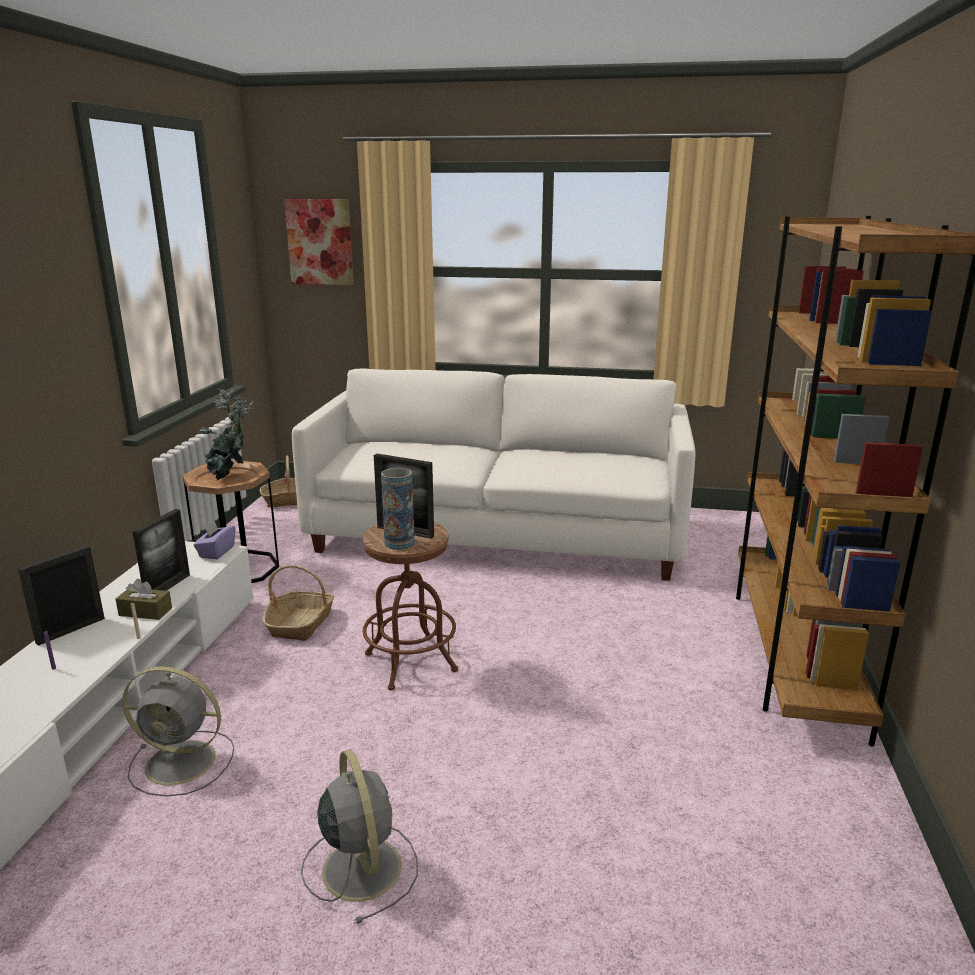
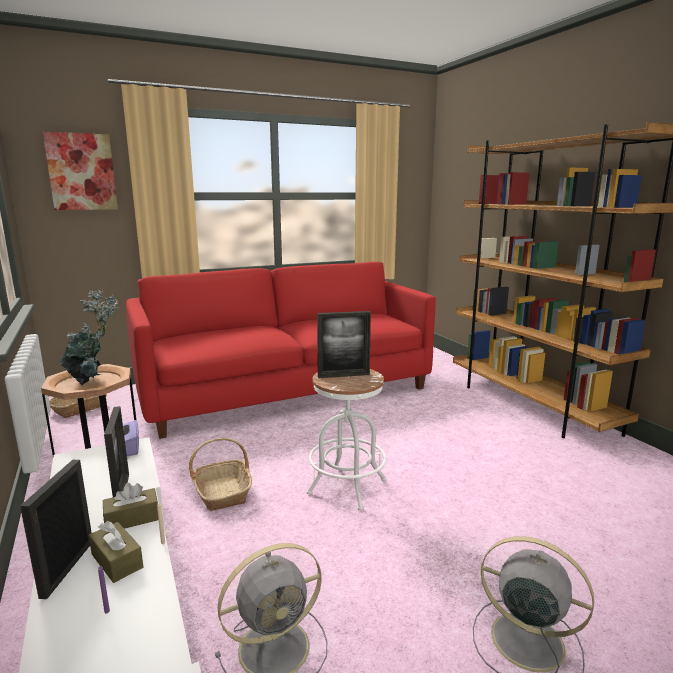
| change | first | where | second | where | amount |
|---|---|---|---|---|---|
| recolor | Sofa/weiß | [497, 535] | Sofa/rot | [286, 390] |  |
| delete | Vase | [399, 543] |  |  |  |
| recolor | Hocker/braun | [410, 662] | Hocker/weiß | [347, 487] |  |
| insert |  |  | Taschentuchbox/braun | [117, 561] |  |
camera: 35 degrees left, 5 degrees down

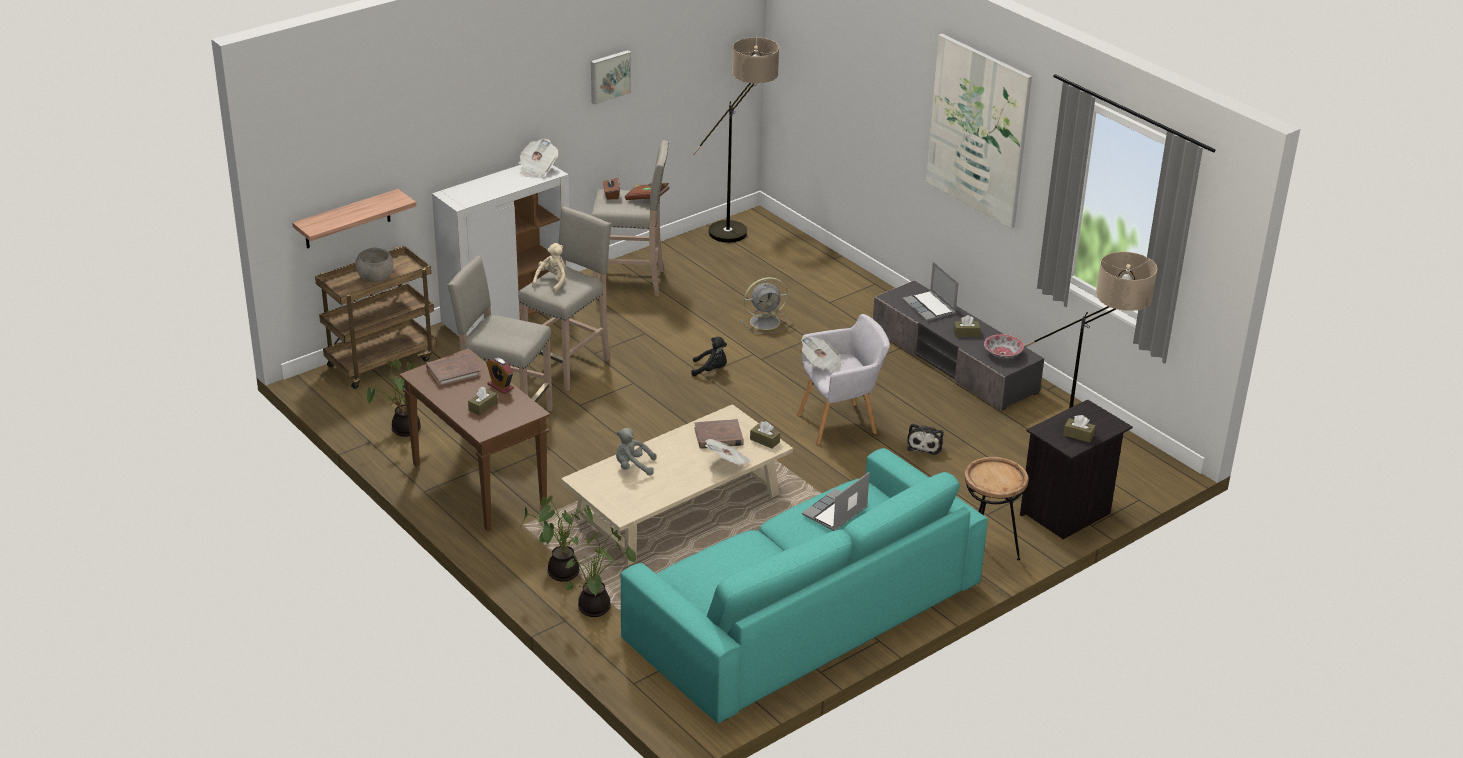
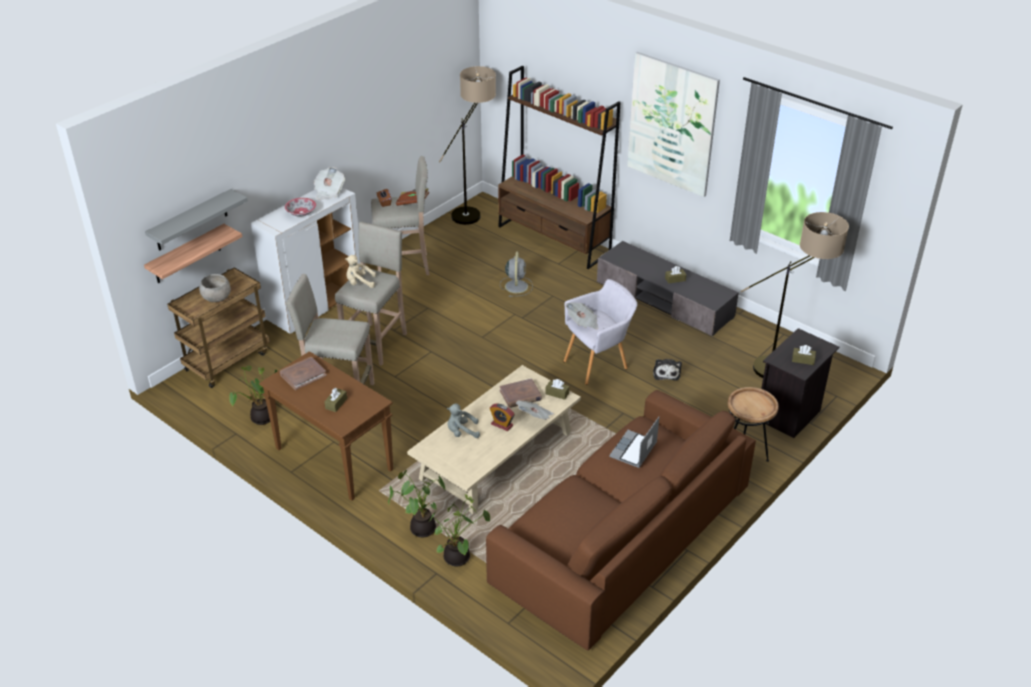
| change | first | where | second | where | amount |
|---|---|---|---|---|---|
| delete | Bild | [609, 76] |  |  |  |
| rotate | Plüschtier/beige | [552, 282] |  | [359, 283] | 105 degrees counterclockwise |
| delete | Laptop | [930, 307] |  |  |  |
| rotate | Ventilator/grau | [766, 322] |  | [516, 286] | 60 degrees counterclockwise |
| move | Schüssel | [1002, 353] |  | [301, 212] |  |
| delete | Plüschtier/schwarz | [711, 370] |  |  |  |
| move | Wecker | [500, 386] |  | [502, 424] |  |
| recolor | Sofa/türkis | [802, 612] | Sofa/braun | [621, 534] |  |
| insert |  |  | Bücherregal/braun | [554, 240] |  |
| insert |  |  | Wandregal/grau | [191, 221] |  |
camera: 10 degrees left, 5 degrees up

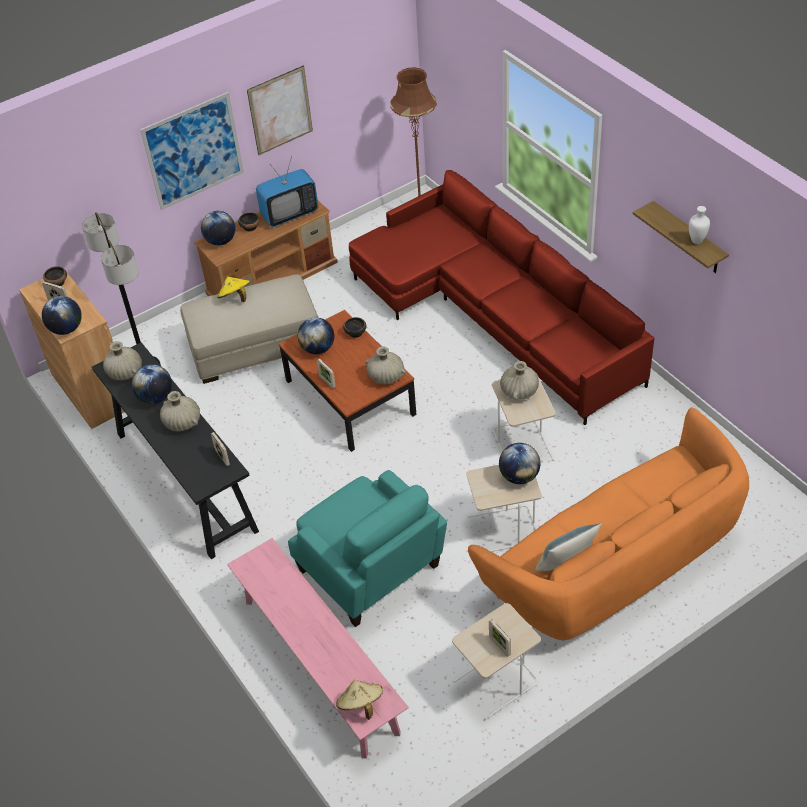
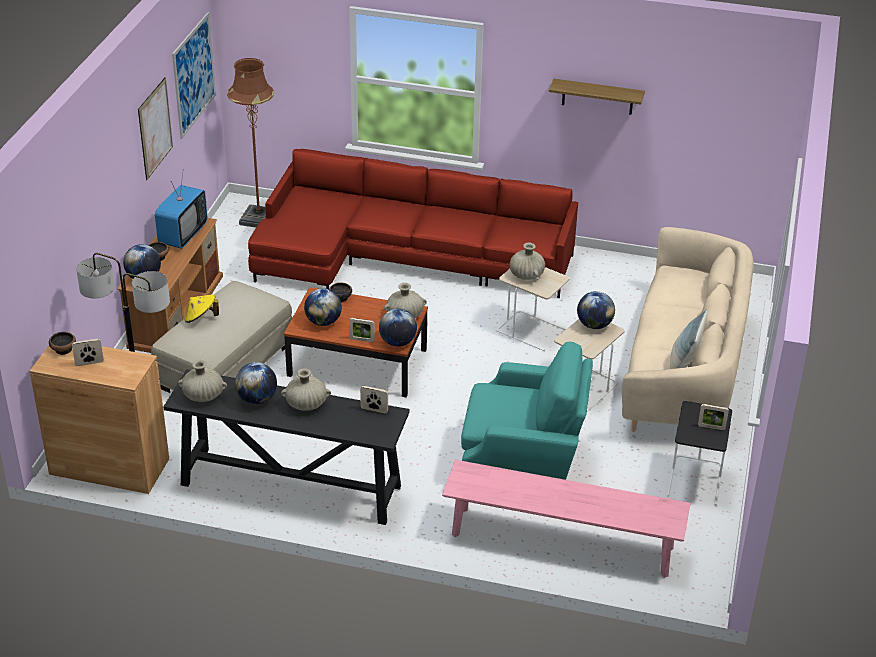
| change | first | where | second | where | amount |
|---|---|---|---|---|---|
| move | Bild | [193, 151] |  | [194, 75] |  |
| delete | Vase/weiß | [696, 241] |  |  |  |
| move | Globus | [66, 329] |  | [398, 342] |  |
| recolor | Sofa/orange | [615, 563] | Sofa/beige | [683, 370] |  |
| recolor | Beistelltisch/beige | [496, 683] | Beistelltisch/schwarz | [695, 481] |  |
| delete | Hut/beige | [360, 705] |  |  |  |
camera: 45 degrees left, 10 degrees down

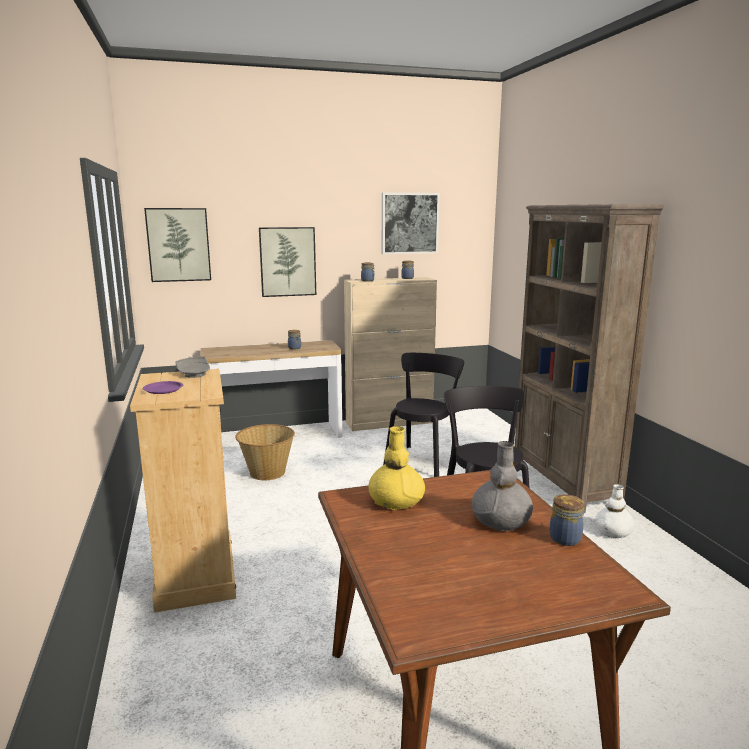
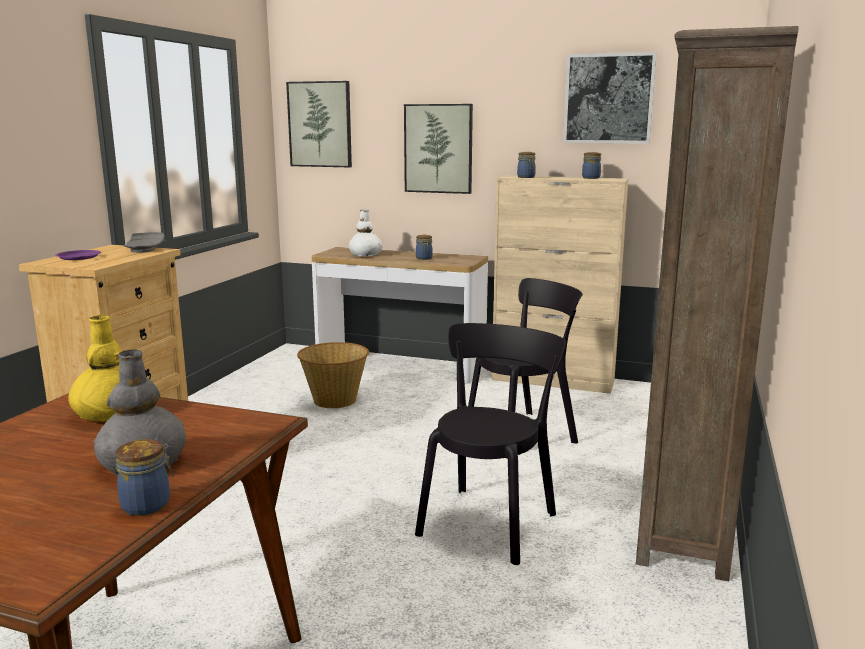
| change | first | where | second | where | amount |
|---|---|---|---|---|---|
| move | Vase/weiß | [613, 532] |  | [365, 255] |  |
camera: 35 degrees right, 0 degrees up

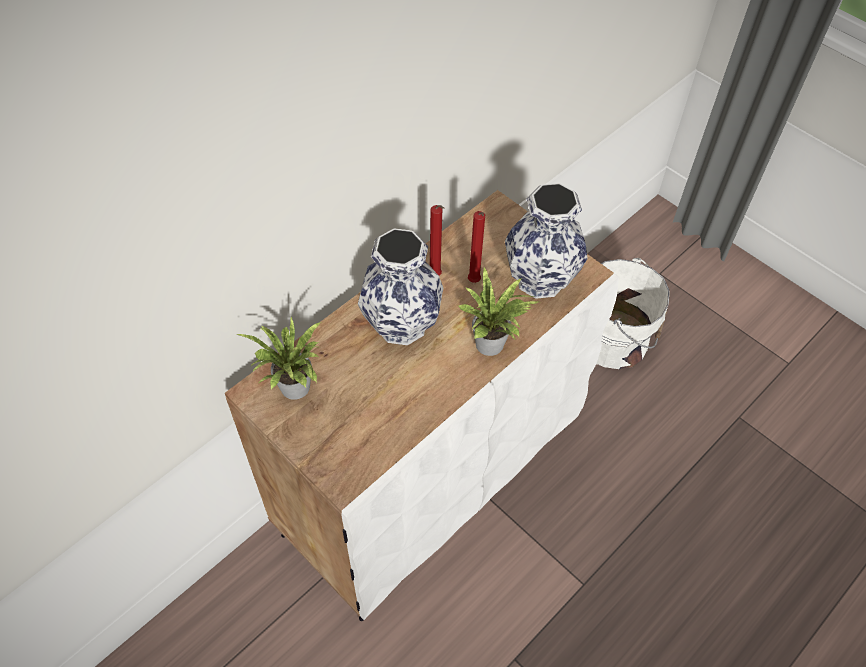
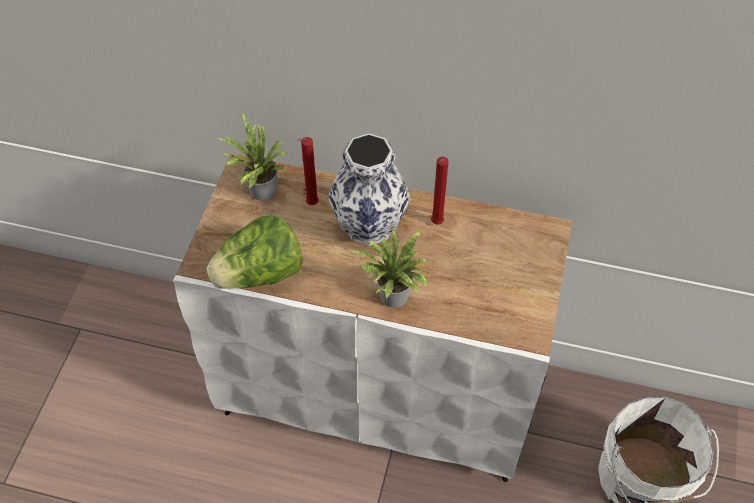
| change | first | where | second | where | amount |
|---|---|---|---|---|---|
| delete | Vase | [540, 280] |  |  |  |
| move | Kerze/rot | [474, 282] |  | [310, 204] |  |
| insert |  |  | Salatkopf | [260, 274] |  |
camera: 60 degrees right, 0 degrees up

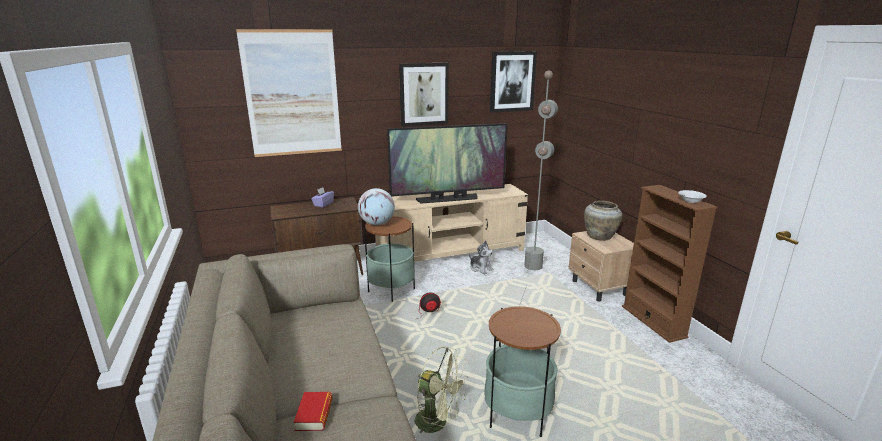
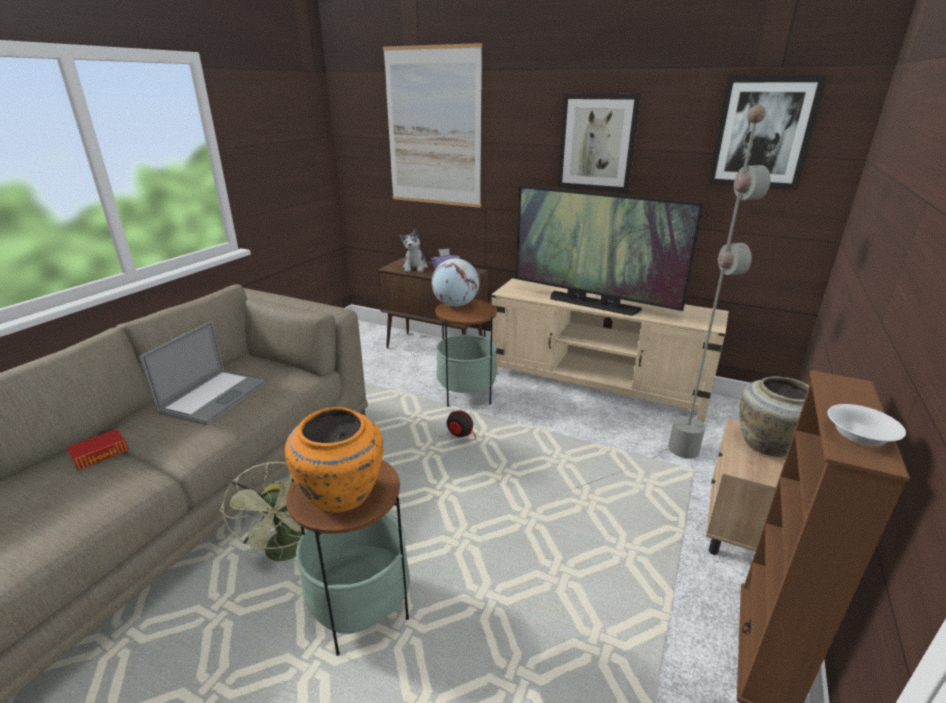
| change | first | where | second | where | amount |
|---|---|---|---|---|---|
| move | Plüschtier | [480, 268] |  | [415, 267] |  |
| insert |  |  | Laptop | [215, 397] |  |
| insert |  |  | Vase/orange | [341, 496] |  |
camera: 45 degrees right, 5 degrees up

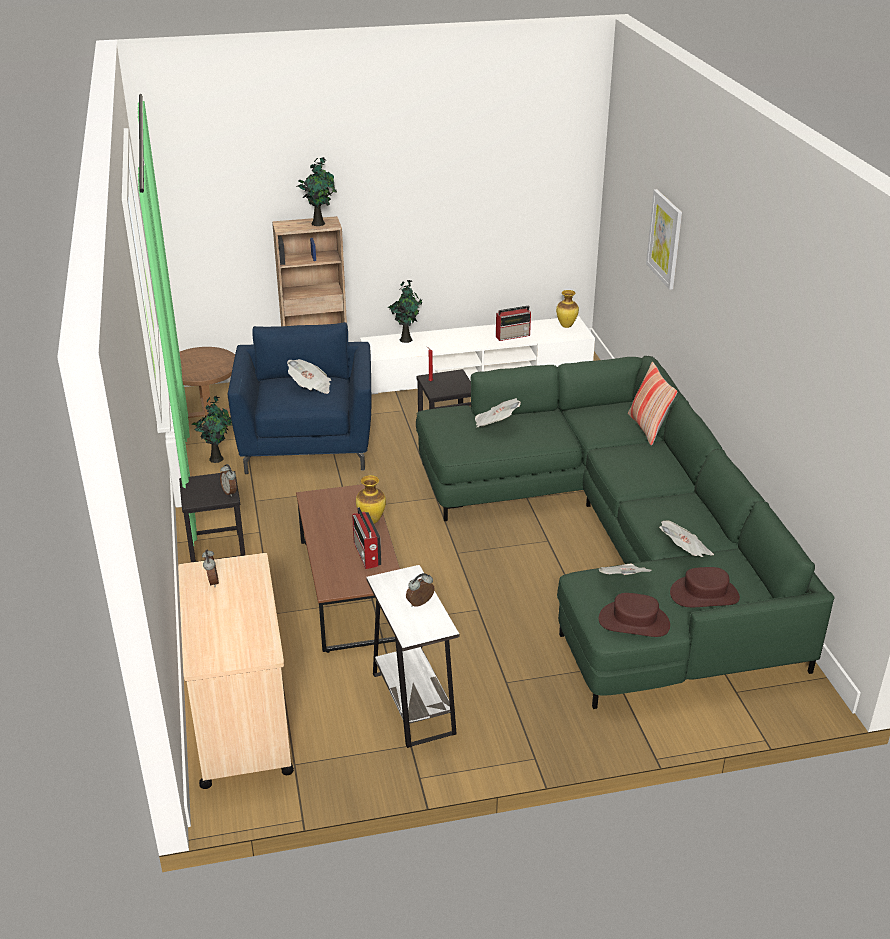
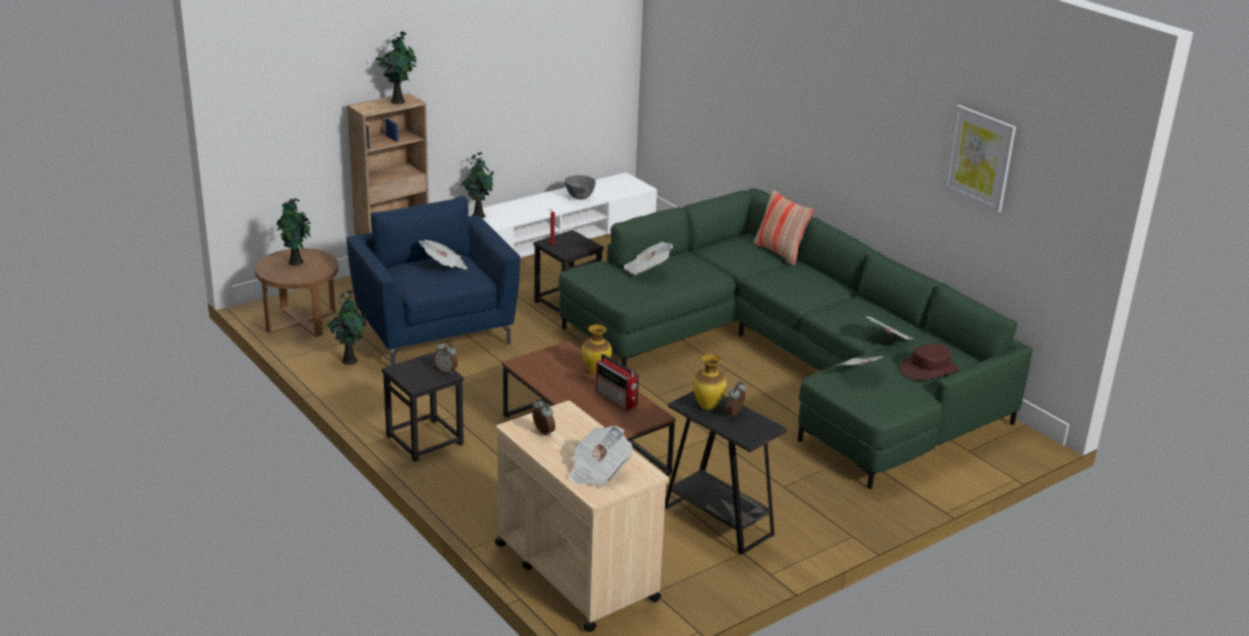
| change | first | where | second | where | amount |
|---|---|---|---|---|---|
| move | Bild | [665, 239] |  | [980, 158] |  |
| move | Vase | [566, 326] |  | [708, 407] |  |
| replace | Radio | [513, 336] | Schüssel/grau | [580, 197] |  |
| recolor | Beistelltisch/weiß | [413, 703] | Beistelltisch/schwarz | [718, 521] |  |
| delete | Hut/braun | [634, 622] |  |  |  |
| insert |  |  | Topfpflanze | [296, 262] |  |
| insert |  |  | Zeitung | [597, 471] |  |
camera: 25 degrees left, 5 degrees down

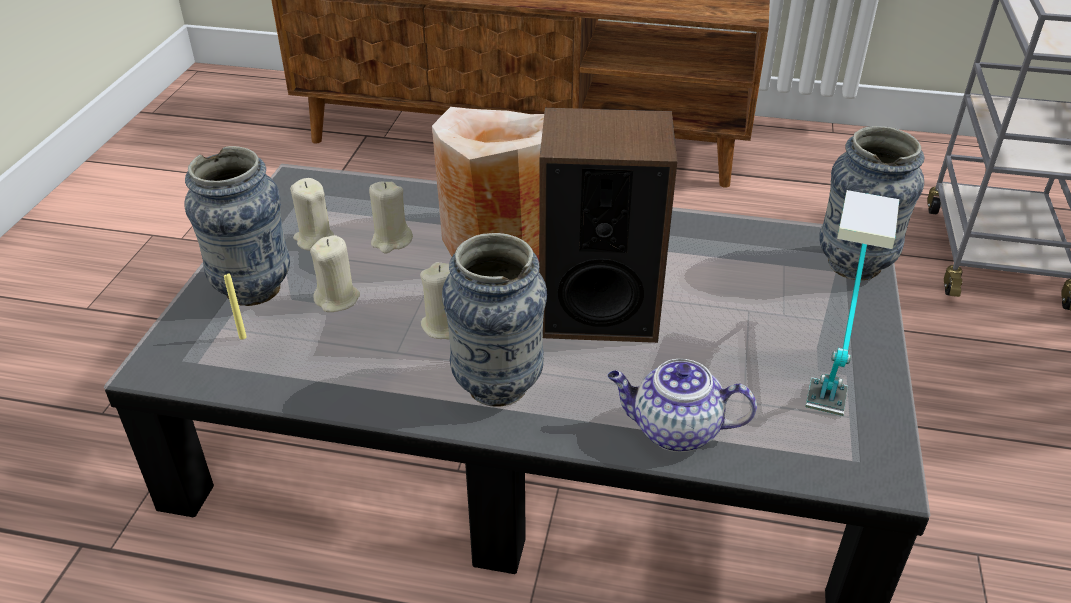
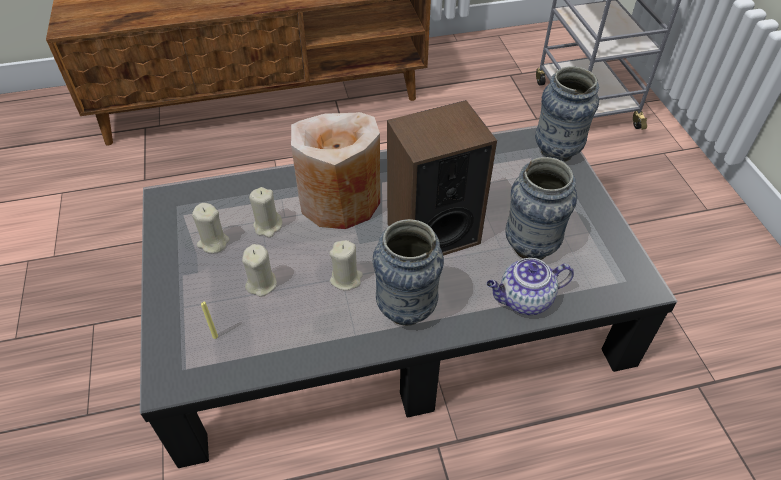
| change | first | where | second | where | amount |
|---|---|---|---|---|---|
| move | Vase | [253, 289] |  | [530, 247] |  |
| delete | Tischlampe | [832, 360] |  |  |  |
camera: 25 degrees left, 10 degrees up

